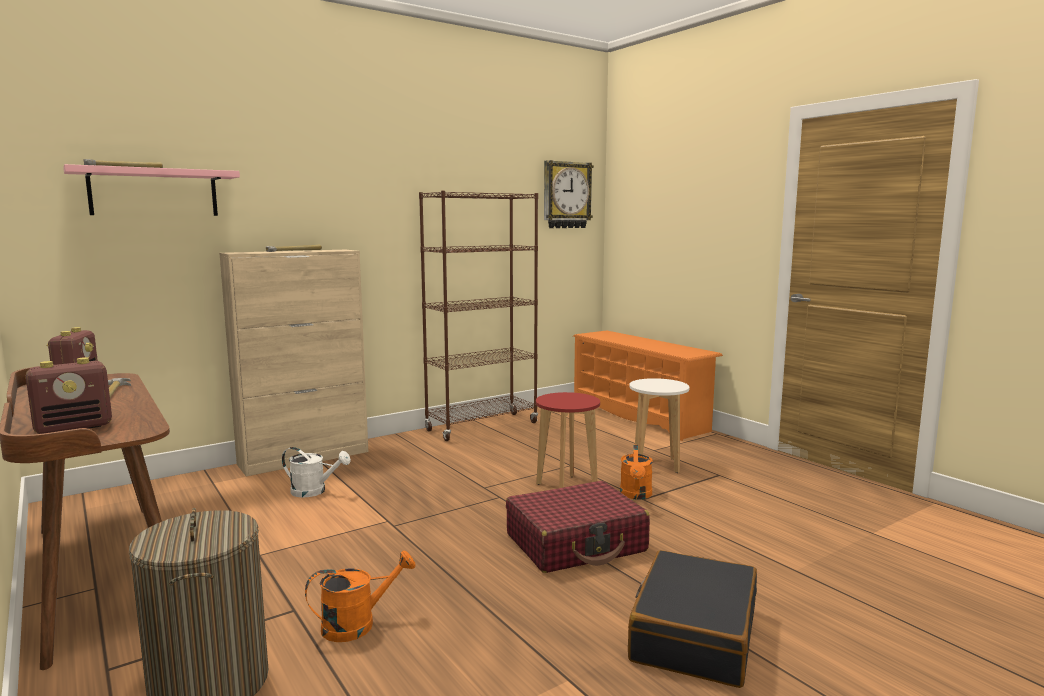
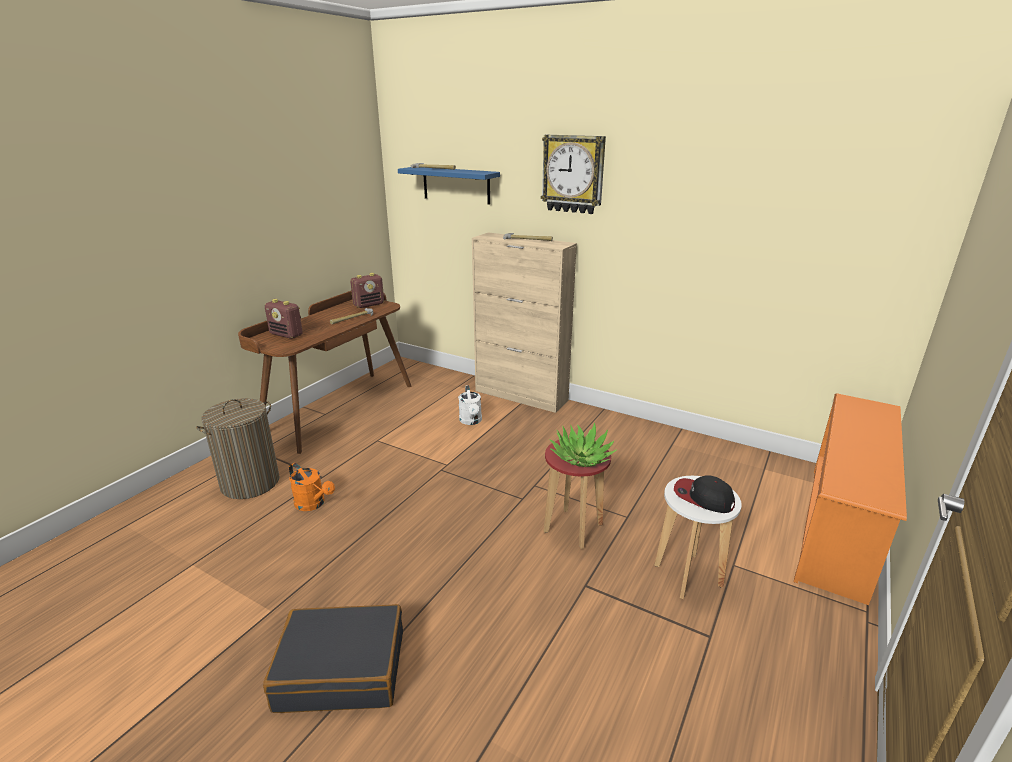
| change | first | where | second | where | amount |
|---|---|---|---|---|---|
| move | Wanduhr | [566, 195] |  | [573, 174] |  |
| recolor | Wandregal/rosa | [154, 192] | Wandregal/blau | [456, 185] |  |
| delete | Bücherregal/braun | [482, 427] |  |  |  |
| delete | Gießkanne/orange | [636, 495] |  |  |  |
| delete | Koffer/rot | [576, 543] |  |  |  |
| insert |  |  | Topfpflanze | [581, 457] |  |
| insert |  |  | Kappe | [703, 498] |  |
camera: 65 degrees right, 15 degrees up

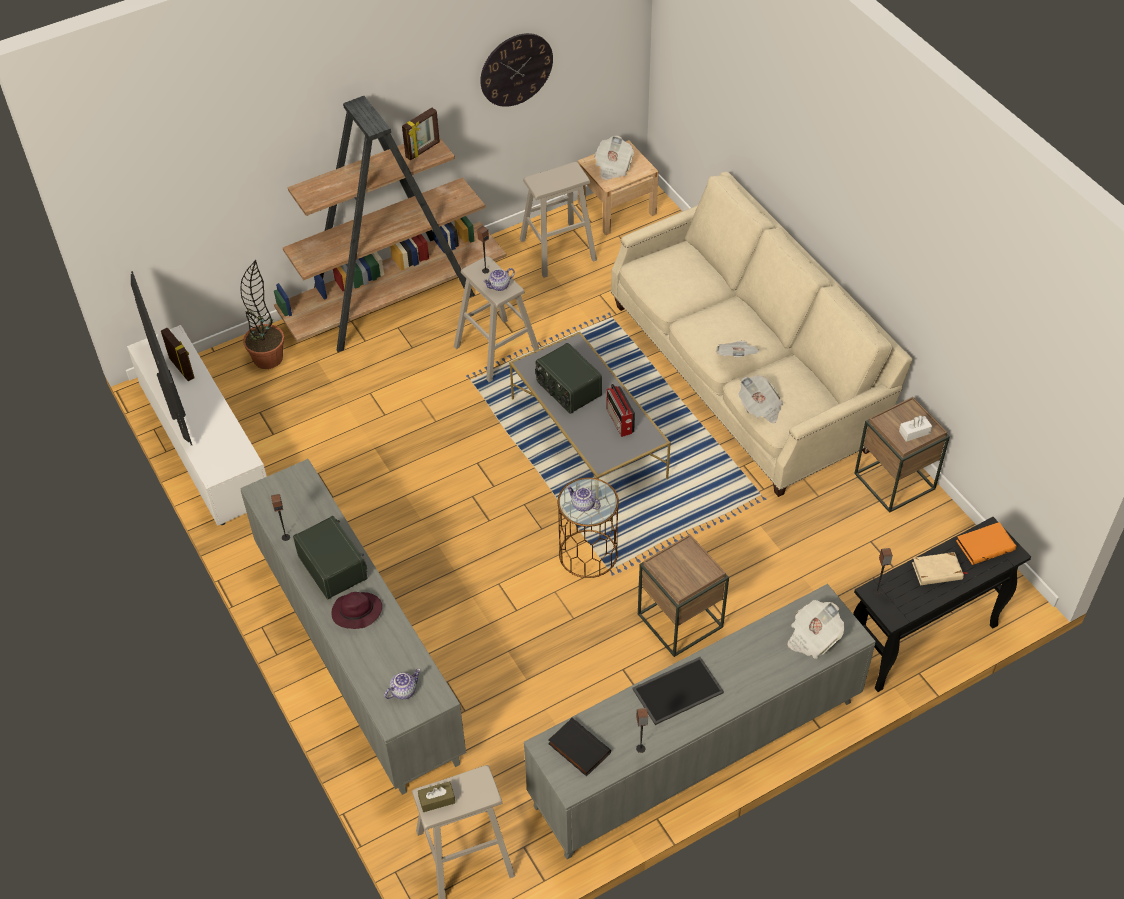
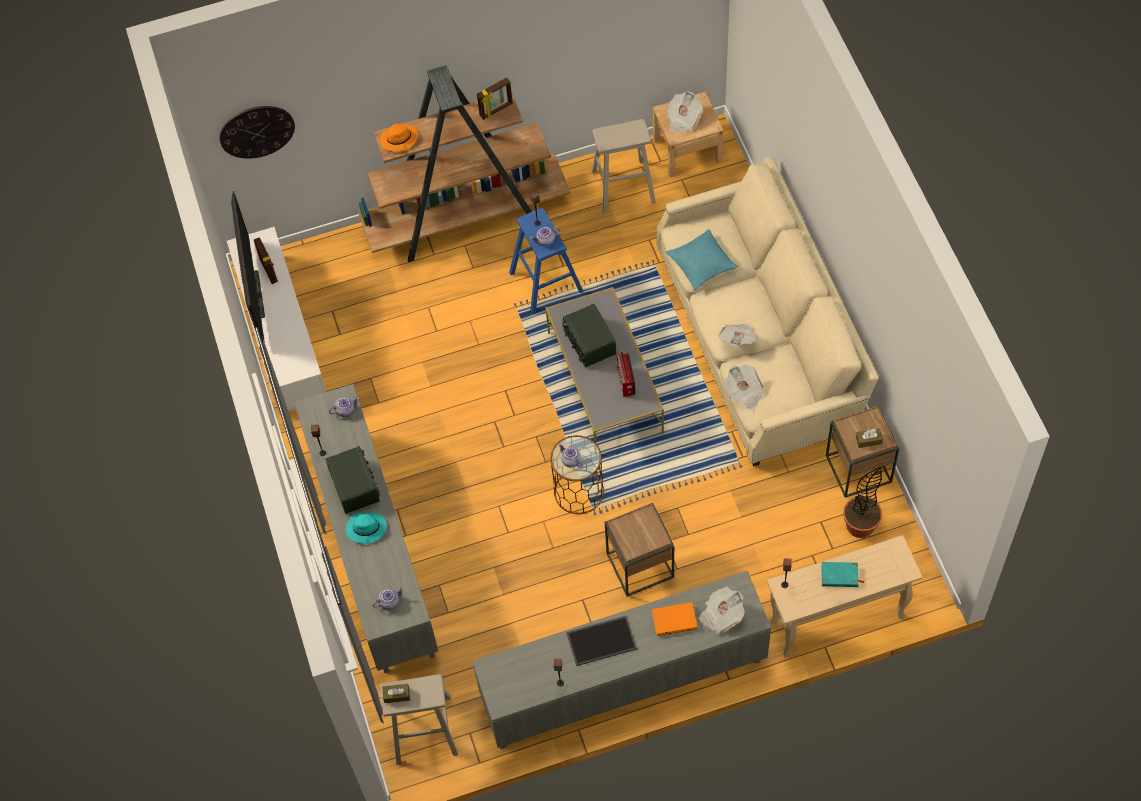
| change | first | where | second | where | amount |
|---|---|---|---|---|---|
| move | Wanduhr | [516, 69] |  | [257, 131] |  |
| recolor | Hocker/beige | [497, 350] | Hocker/blau | [546, 282] |  |
| move | Topfpflanze | [268, 358] |  | [860, 525] |  |
| recolor | Taschentuchbox/weiß | [914, 432] | Taschentuchbox/braun | [868, 440] |  |
| recolor | Konsolentisch/schwarz | [922, 642] | Konsolentisch/beige | [835, 620] |  |
| move | Buch/orange | [985, 544] |  | [674, 619] |  |
| recolor | Buch/beige | [937, 571] | Buch/türkis | [839, 576] |  |
| recolor | Hut/lila | [356, 612] | Hut/türkis | [366, 529] |  |
| delete | Buch/schwarz | [578, 749] |  |  |  |
| insert |  |  | Hut/orange | [398, 140] |  |
| insert |  |  | Kissen/türkis | [701, 264] |  |
| insert |  |  | Teekanne | [345, 410] |  |
camera: 15 degrees right, 10 degrees up

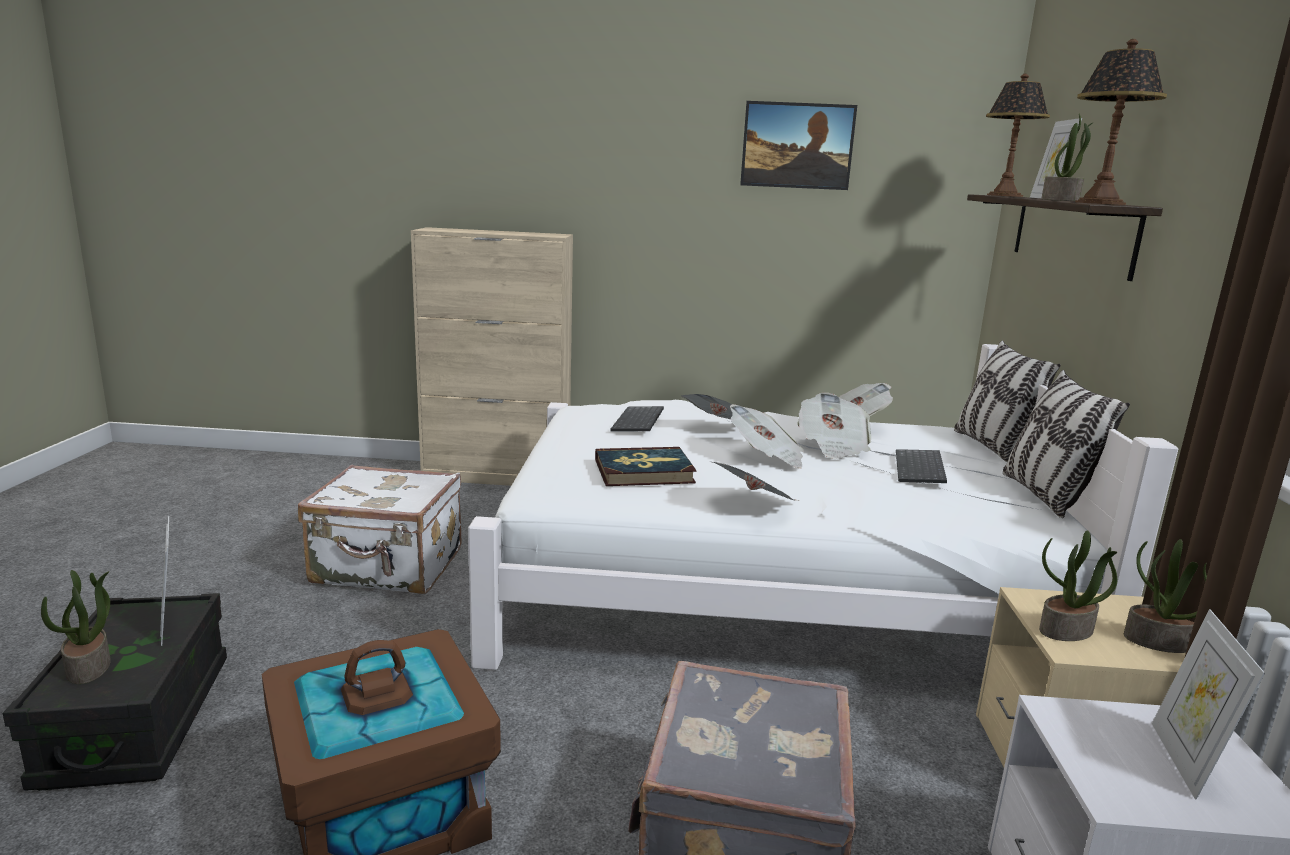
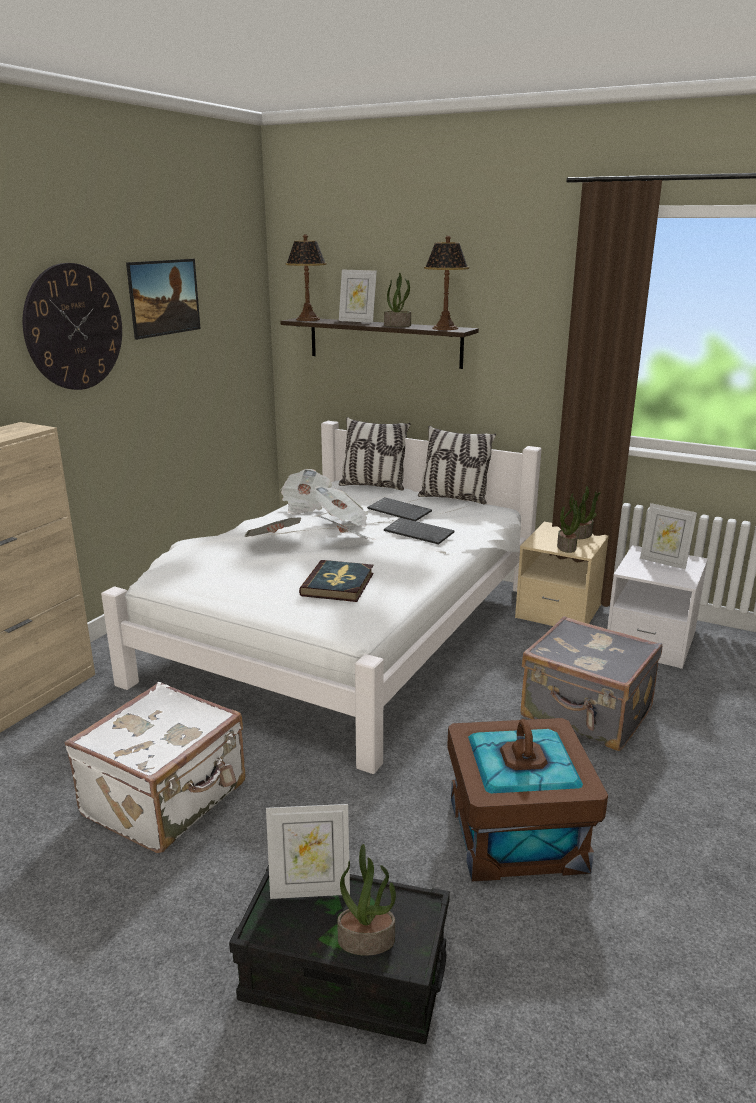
| change | first | where | second | where | amount |
|---|---|---|---|---|---|
| move | Tastatur | [639, 422] |  | [420, 532] |  |
| delete | Zeitung | [754, 506] |  |  |  |
| insert |  |  | Wanduhr | [74, 327] |  |
camera: 65 degrees left, 5 degrees up

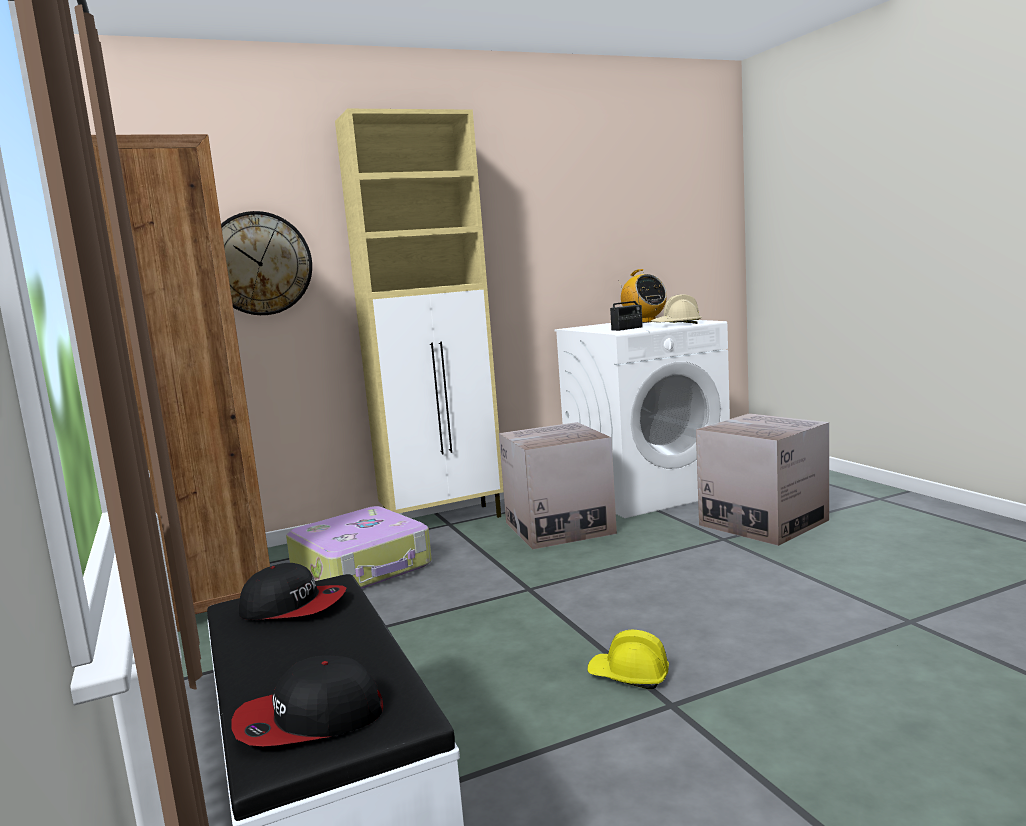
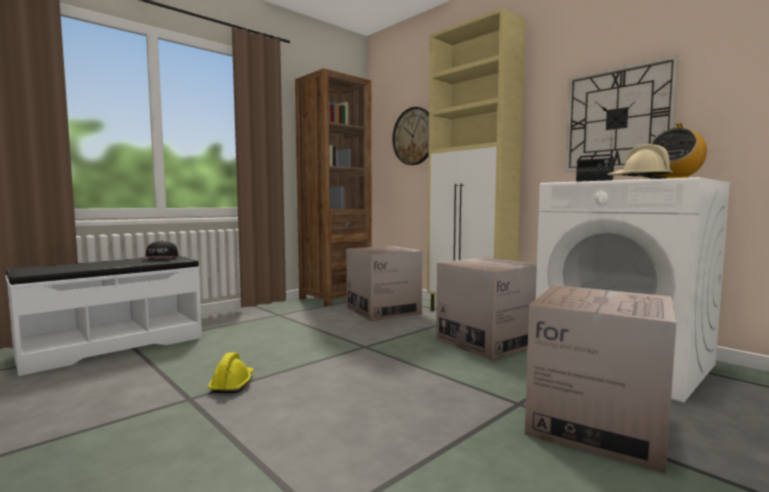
| change | first | where | second | where | amount |
|---|---|---|---|---|---|
| replace | Koffer | [363, 567] | Karton | [383, 311] |  |
| delete | Kappe | [309, 719] |  |  |  |
| insert |  |  | Wanduhr | [617, 119] |  |
camera: 70 degrees right, 5 degrees down

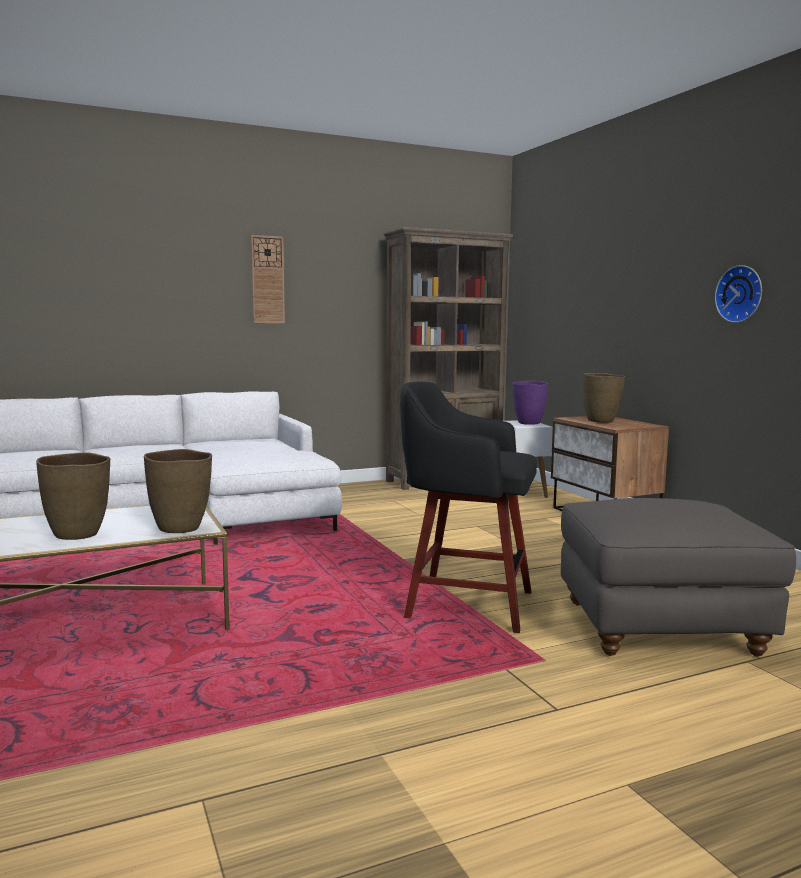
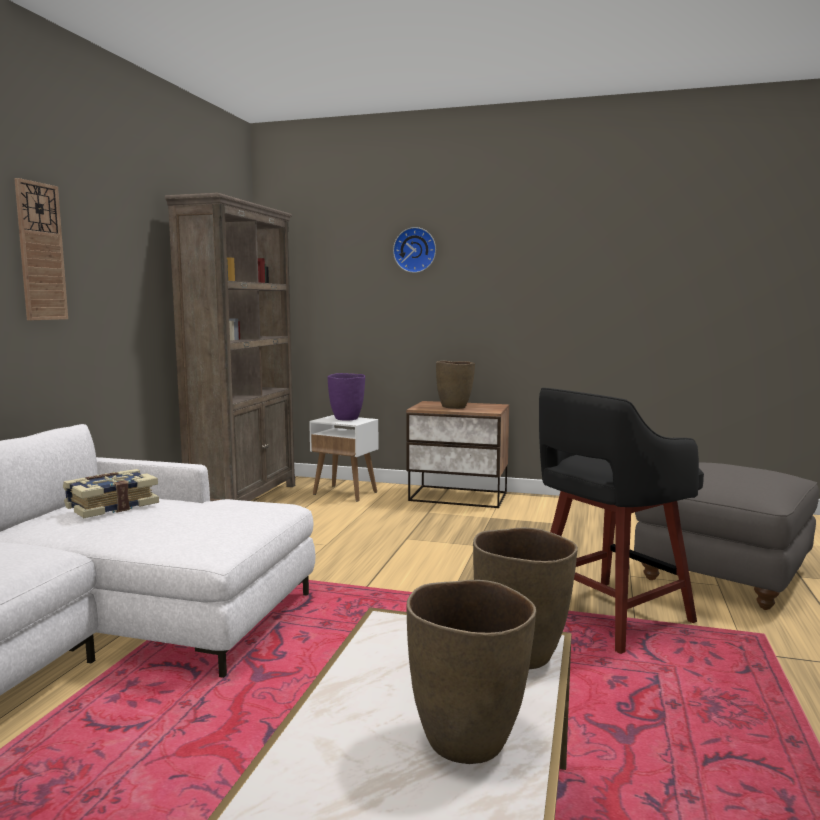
| change | first | where | second | where | amount |
|---|---|---|---|---|---|
| move | Wanduhr | [741, 294] |  | [415, 250] |  |
| insert |  |  | Buch | [111, 506] |  |
camera: 50 degrees left, 0 degrees up

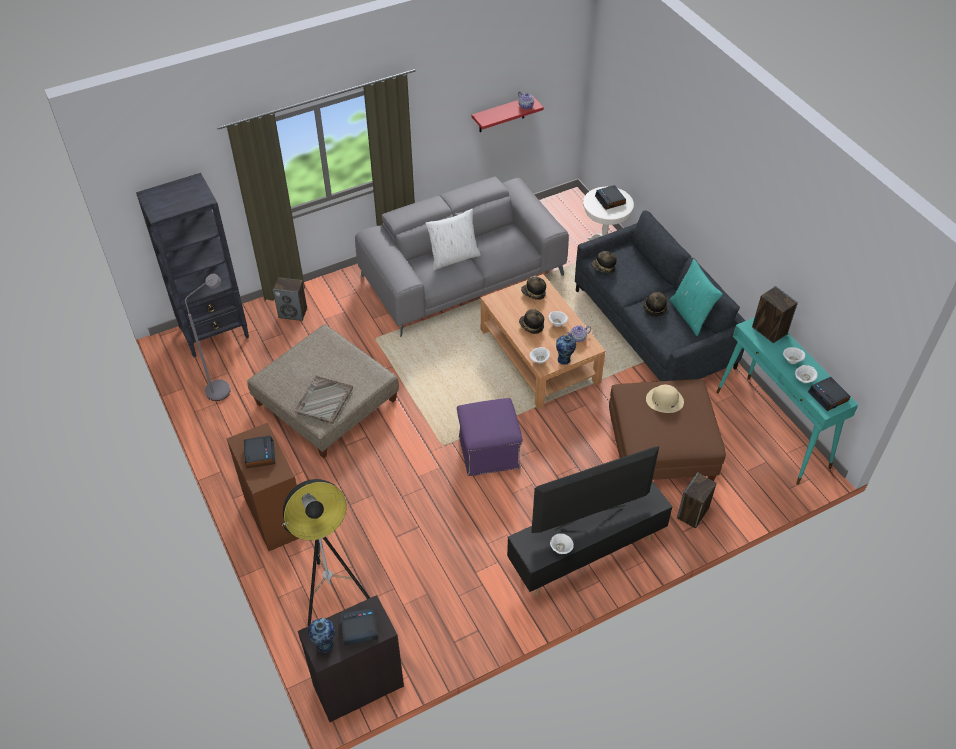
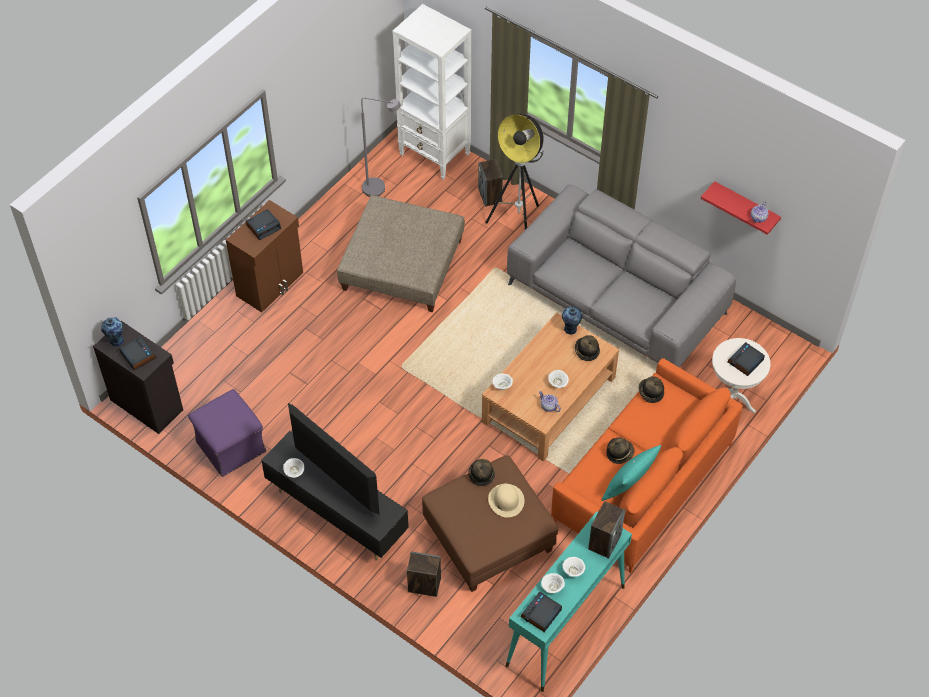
| change | first | where | second | where | amount |
|---|---|---|---|---|---|
| recolor | Bücherregal/schwarz | [215, 333] | Bücherregal/weiß | [435, 155] |  |
| delete | Kissen/weiß | [453, 257] |  |  |  |
| recolor | Sofa/grau | [653, 329] | Sofa/orange | [643, 483] |  |
| move | Hut | [531, 326] |  | [481, 474] |  |
| move | Vase | [564, 360] |  | [570, 330] |  |
| delete | Tablett/grau | [324, 401] |  |  |  |
| move | Polsterhocker/lila | [488, 452] |  | [230, 446] |  |
| move | Stehlampe | [331, 594] |  | [518, 224] |  |
camera: 65 degrees right, 5 degrees up

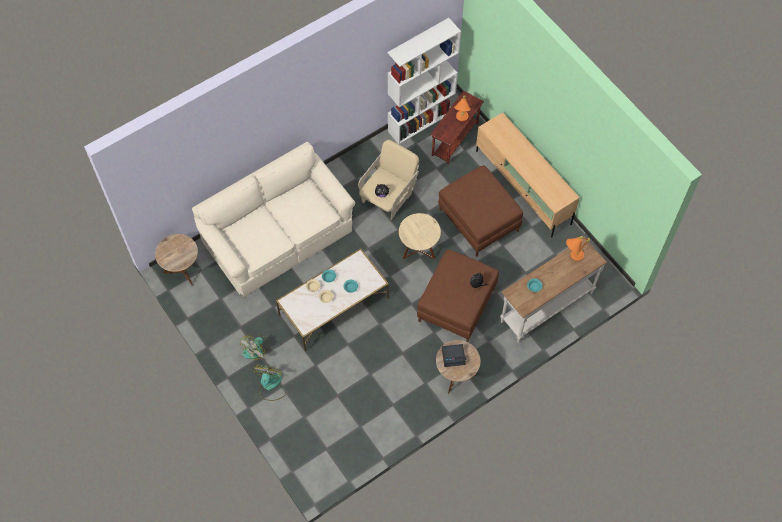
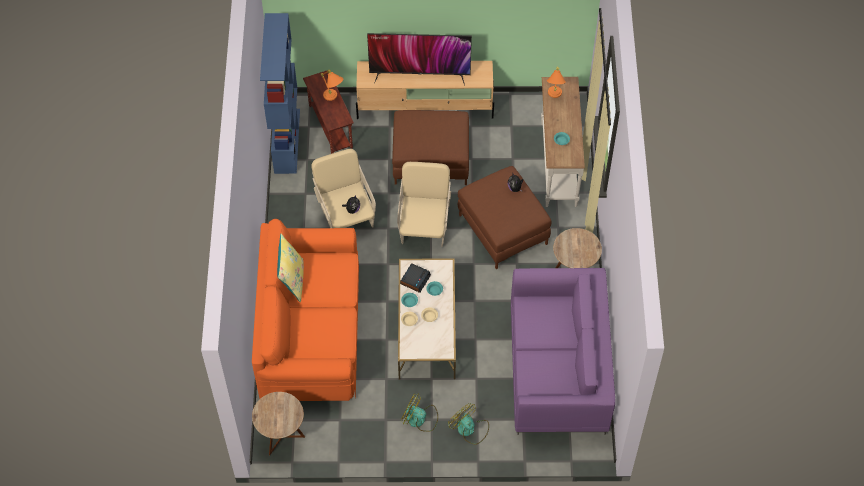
| change | first | where | second | where | amount |
|---|---|---|---|---|---|
| recolor | Bücherregal/weiß | [421, 121] | Bücherregal/blau | [286, 140] |  |
| recolor | Sofa/beige | [278, 235] | Sofa/orange | [311, 329] |  |
| replace | Beistelltisch/beige | [418, 251] | Sessel/beige | [424, 225] |  |
| rotate | Ventilator | [256, 348] |  | [420, 419] | 135 degrees clockwise |
| move | Wecker | [453, 356] |  | [415, 279] |  |
| insert |  |  | Fernseher | [420, 74] |  |
| insert |  |  | Kissen/gelb | [292, 280] |  |
| insert |  |  | Sofa/lila | [558, 367] |  |
camera: 55 degrees left, 5 degrees down

